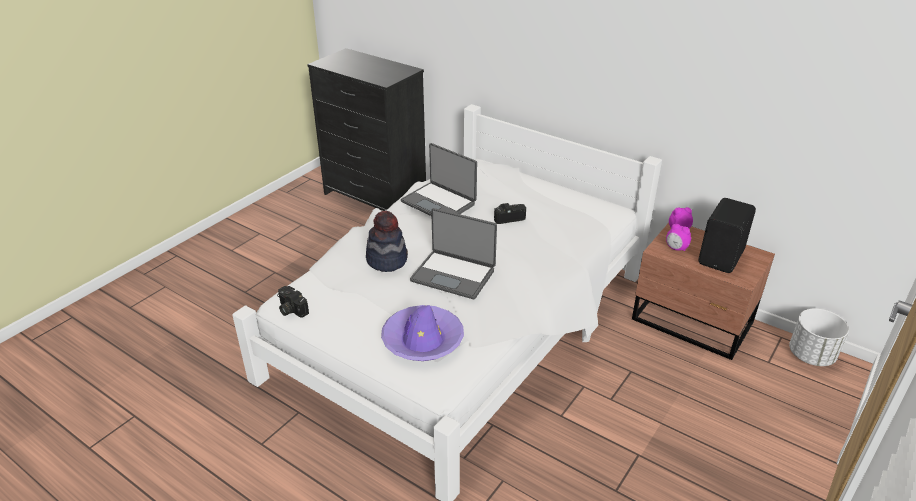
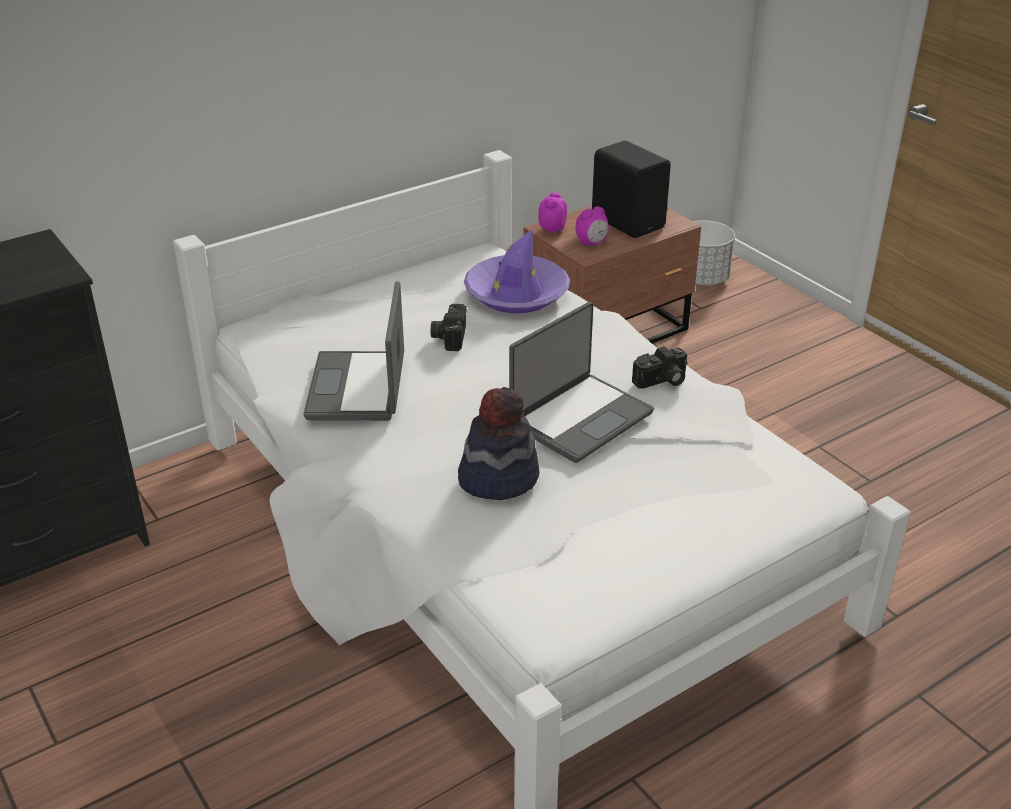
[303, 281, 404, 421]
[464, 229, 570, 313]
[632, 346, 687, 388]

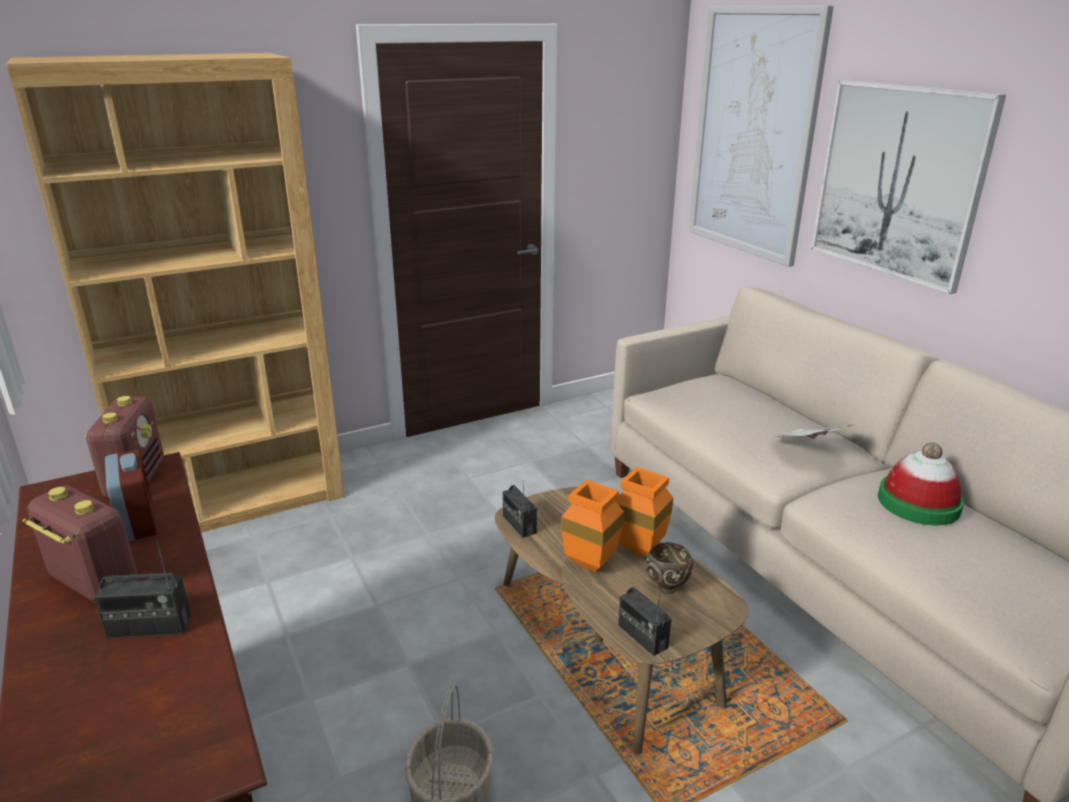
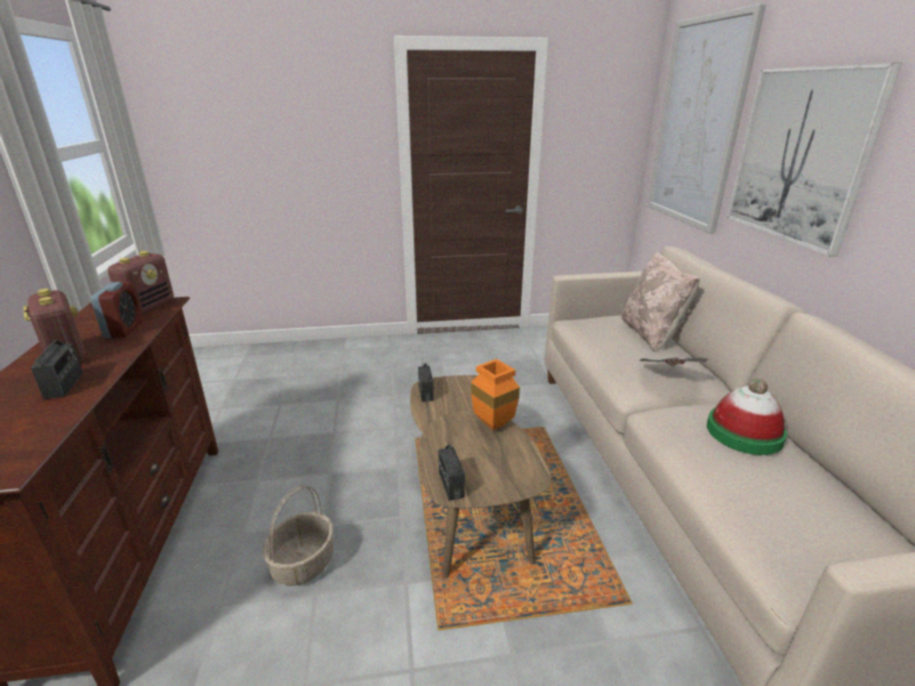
[31, 309, 83, 399]
[621, 252, 700, 352]
[6, 53, 345, 532] (first image)
[561, 480, 624, 572] (first image)
[645, 542, 693, 594] (first image)

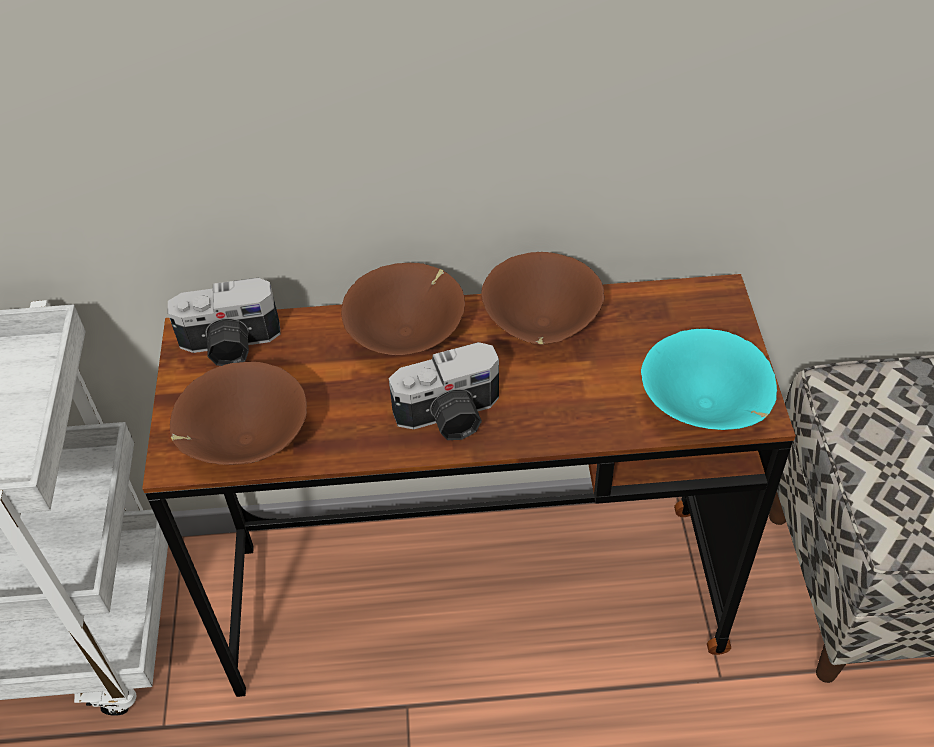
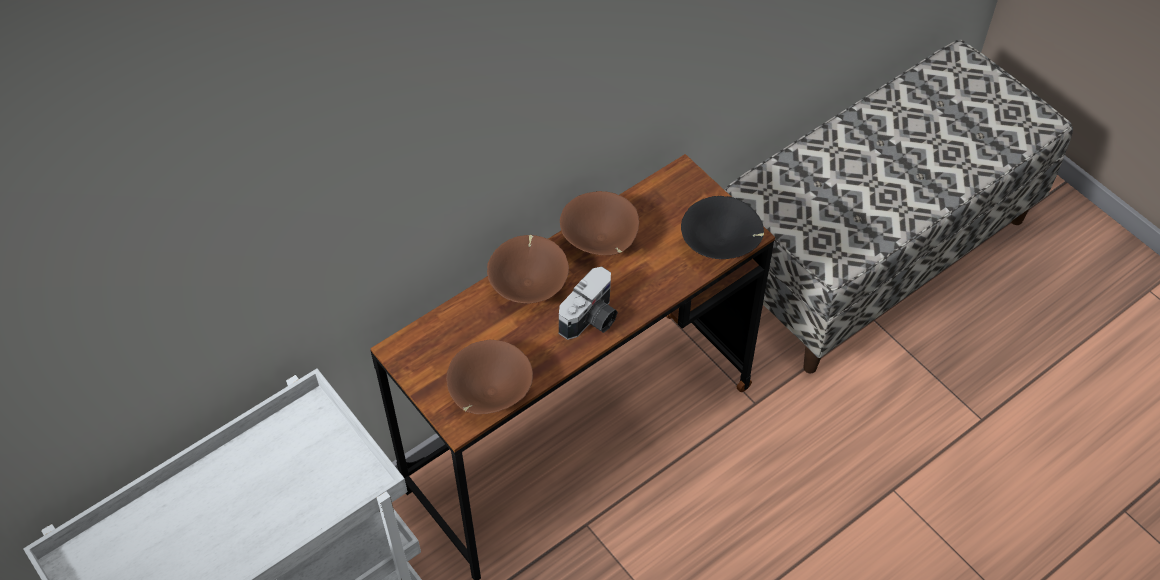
[681, 196, 764, 259]
[168, 278, 281, 366] (first image)

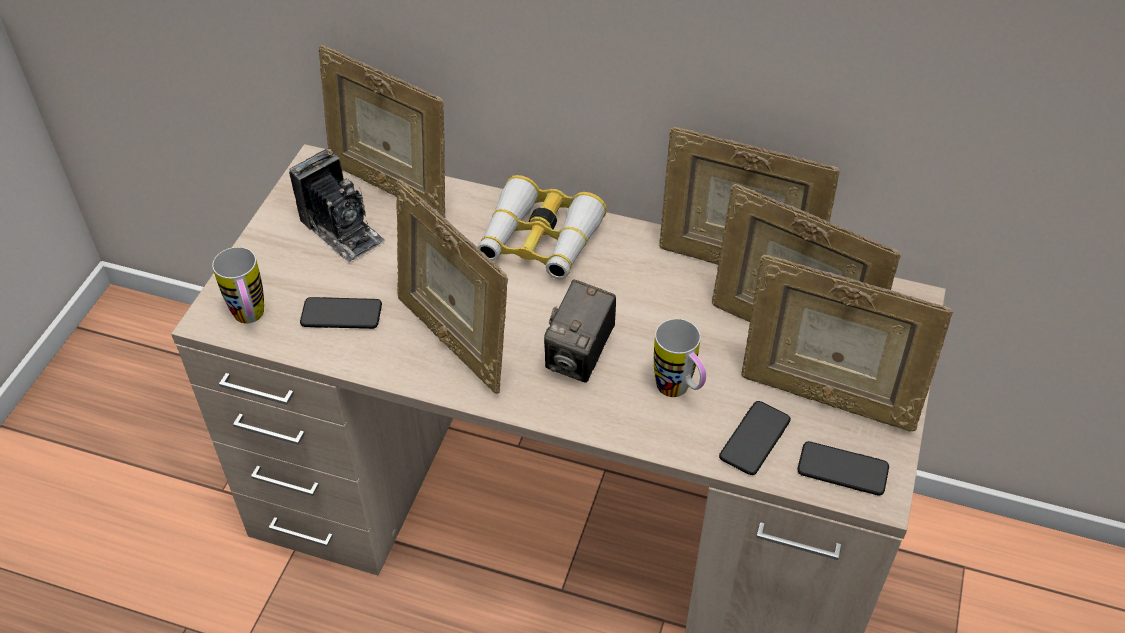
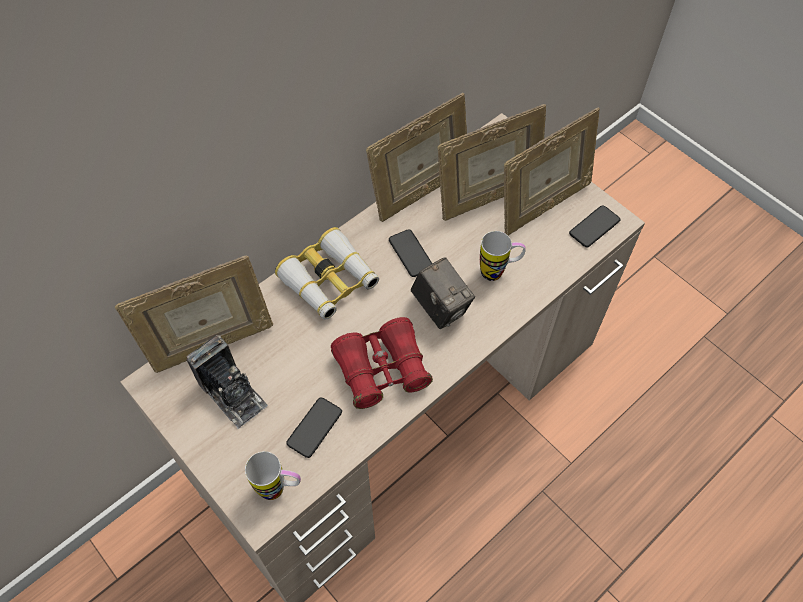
[186, 335, 268, 429]
[331, 317, 433, 409]
[389, 229, 433, 277]

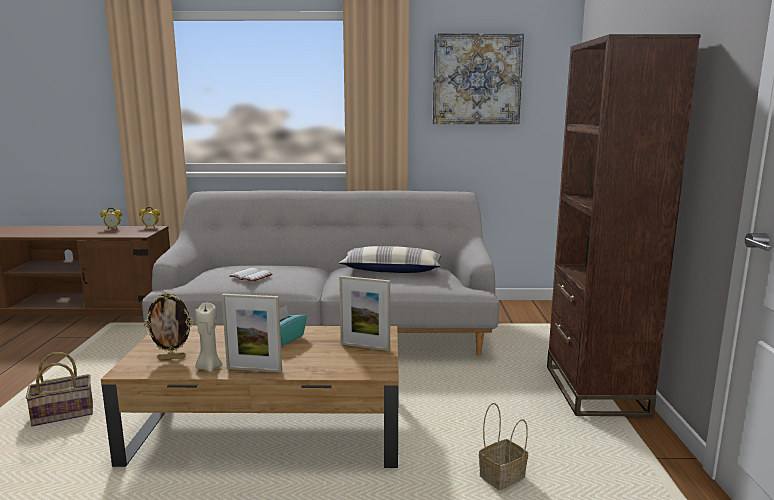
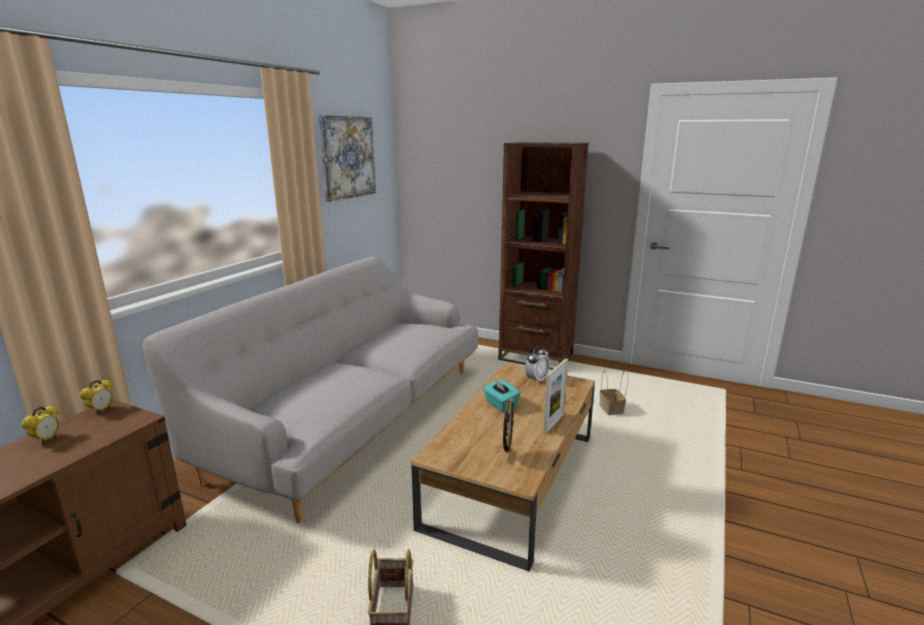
[525, 345, 550, 383]
[195, 303, 222, 372] (first image)
[229, 268, 273, 282] (first image)
[339, 246, 442, 273] (first image)

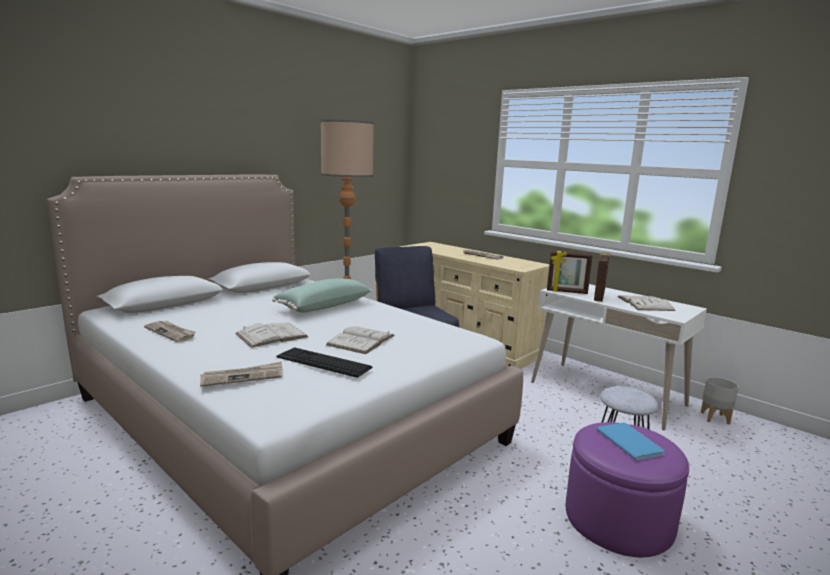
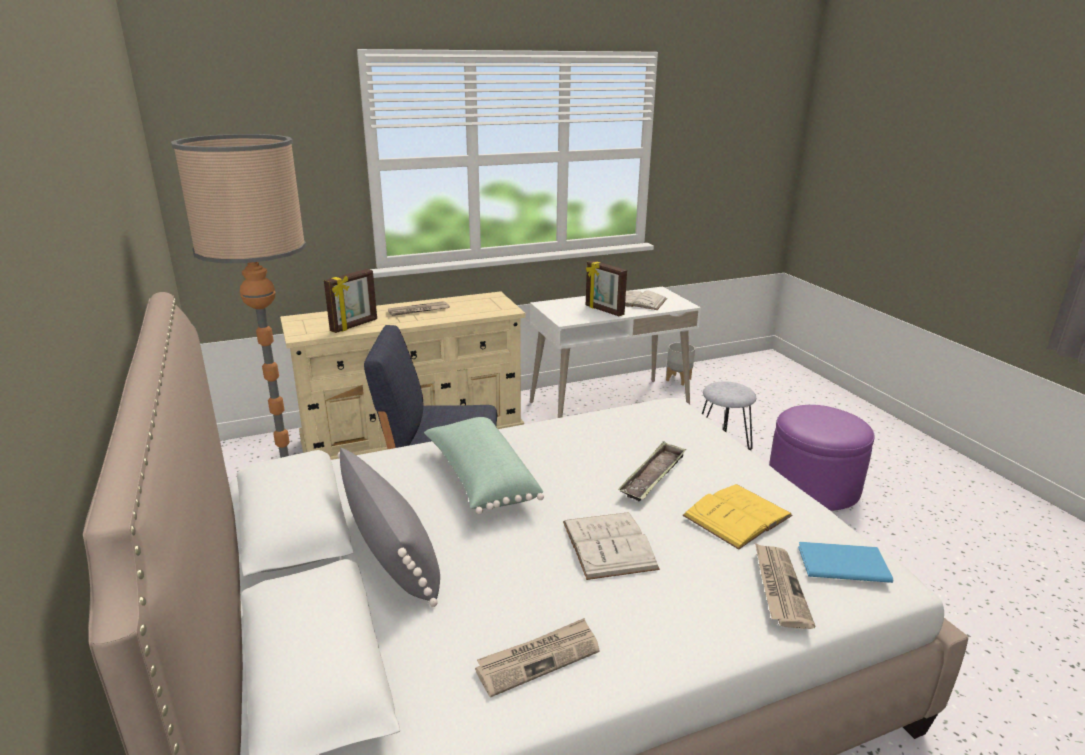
[324, 269, 377, 333]
[337, 448, 440, 607]
[618, 441, 686, 501]
[682, 484, 793, 550]
[798, 542, 893, 583]

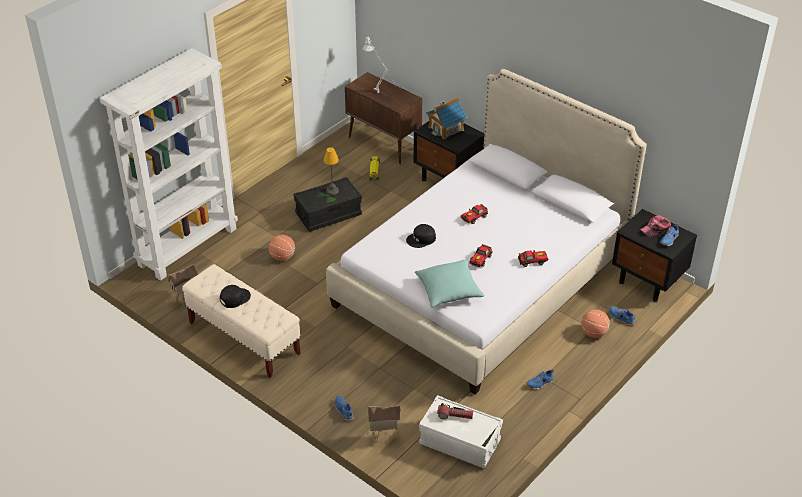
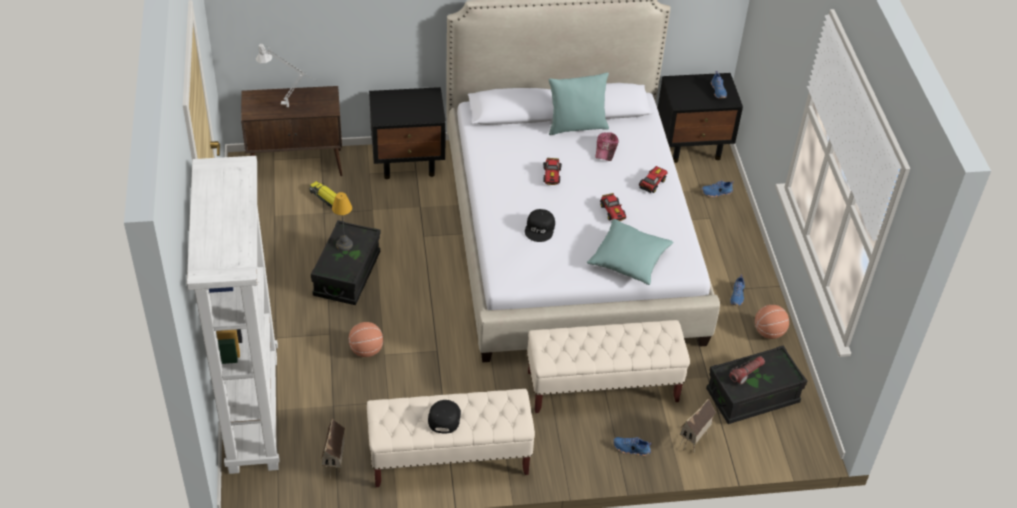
[527, 320, 690, 413]
[549, 72, 609, 135]
[595, 132, 619, 161]
[706, 345, 807, 424]
[755, 305, 789, 339]
[426, 98, 467, 139] (first image)

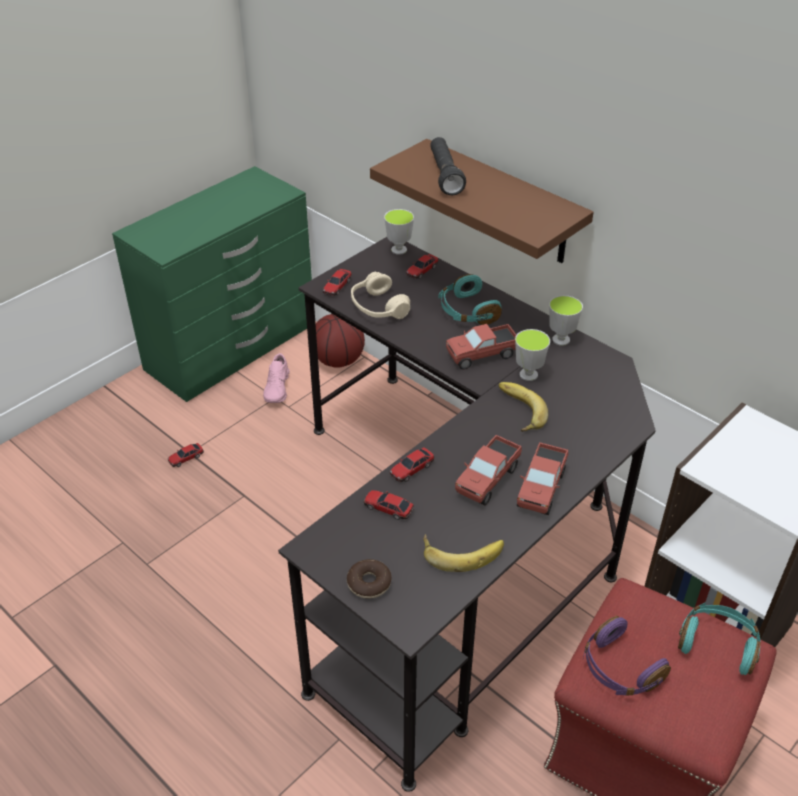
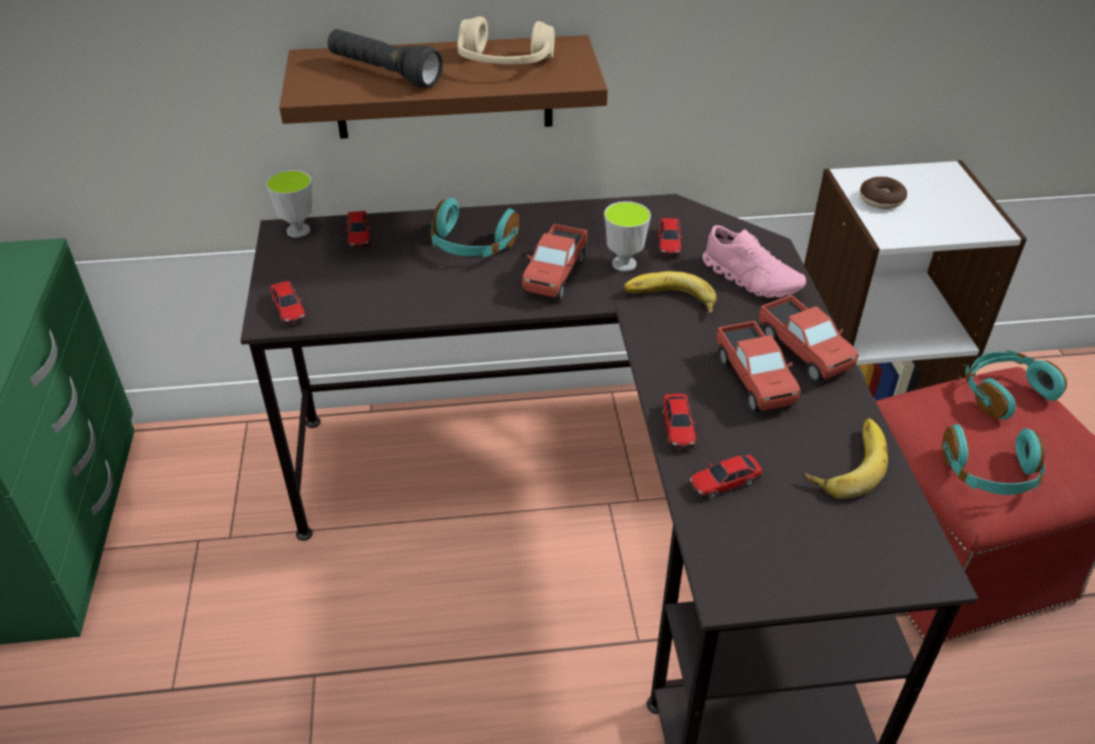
[458, 16, 555, 65]
[658, 218, 683, 256]
[703, 225, 806, 298]
[860, 177, 907, 209]
[942, 424, 1045, 495]
[316, 314, 365, 368] (first image)
[549, 295, 583, 346] (first image)

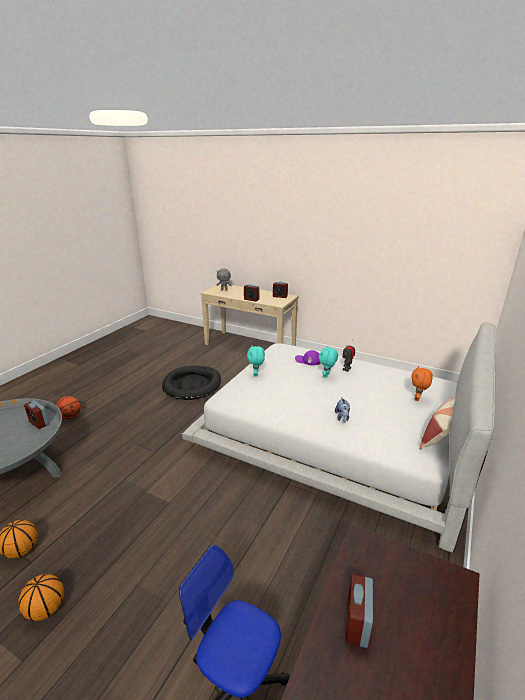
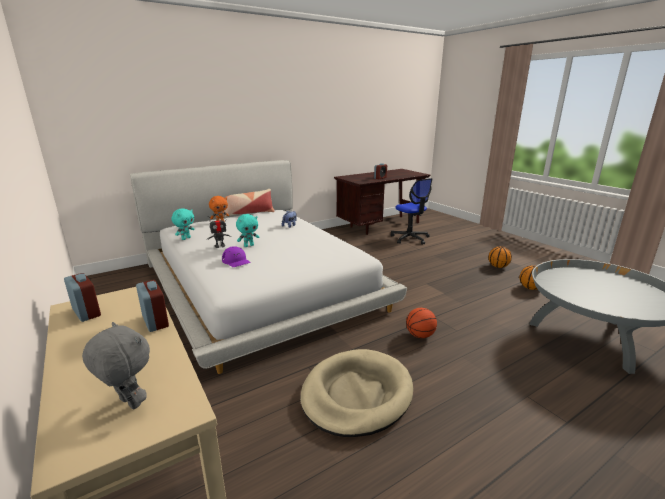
[172, 208, 195, 240]
[300, 349, 413, 437]
[406, 308, 437, 338]
[24, 400, 49, 429] (first image)

